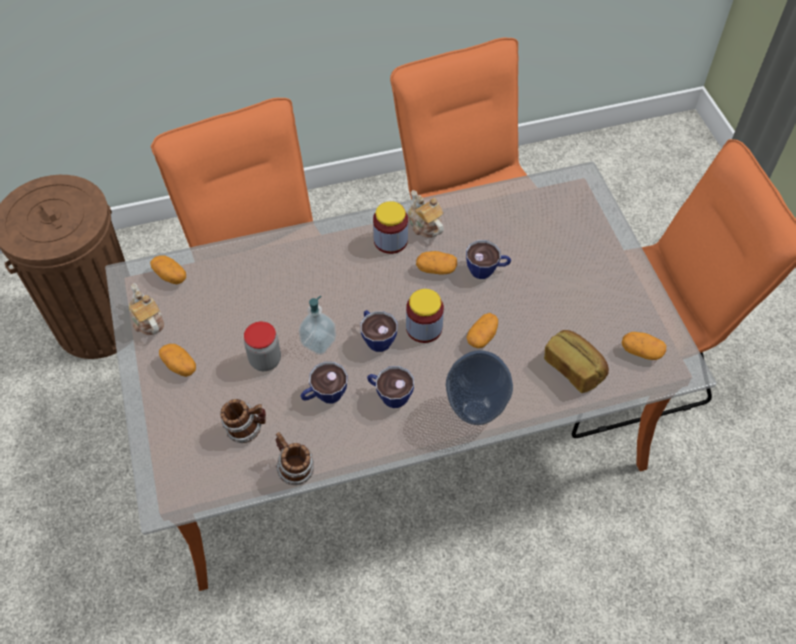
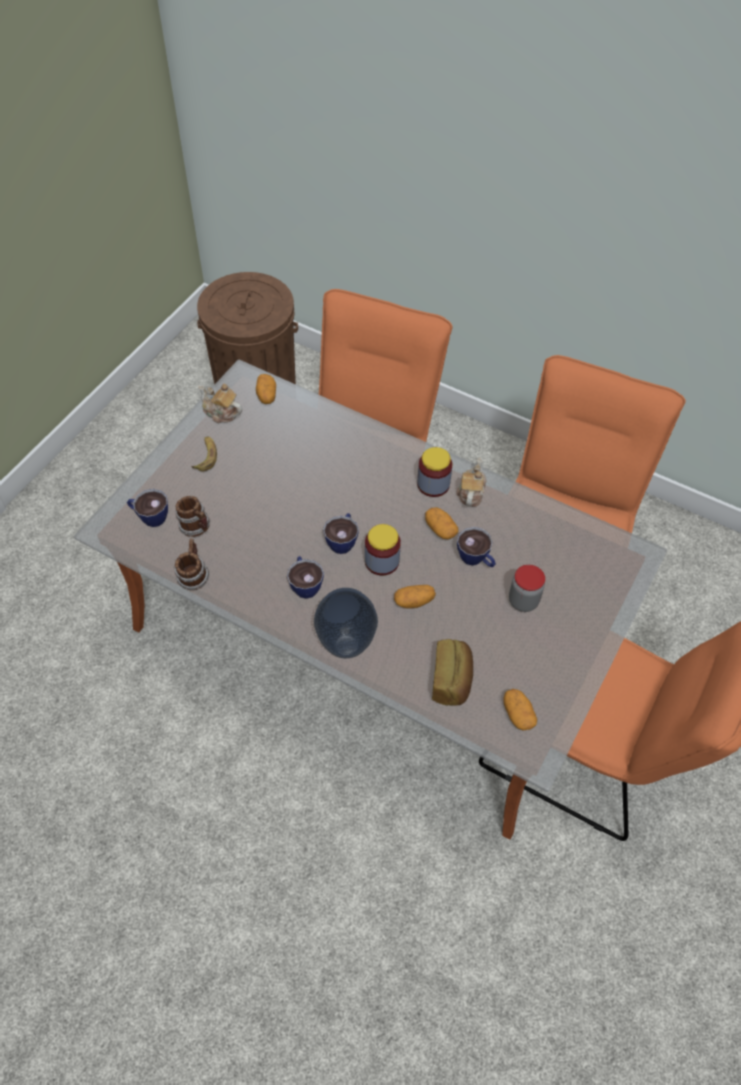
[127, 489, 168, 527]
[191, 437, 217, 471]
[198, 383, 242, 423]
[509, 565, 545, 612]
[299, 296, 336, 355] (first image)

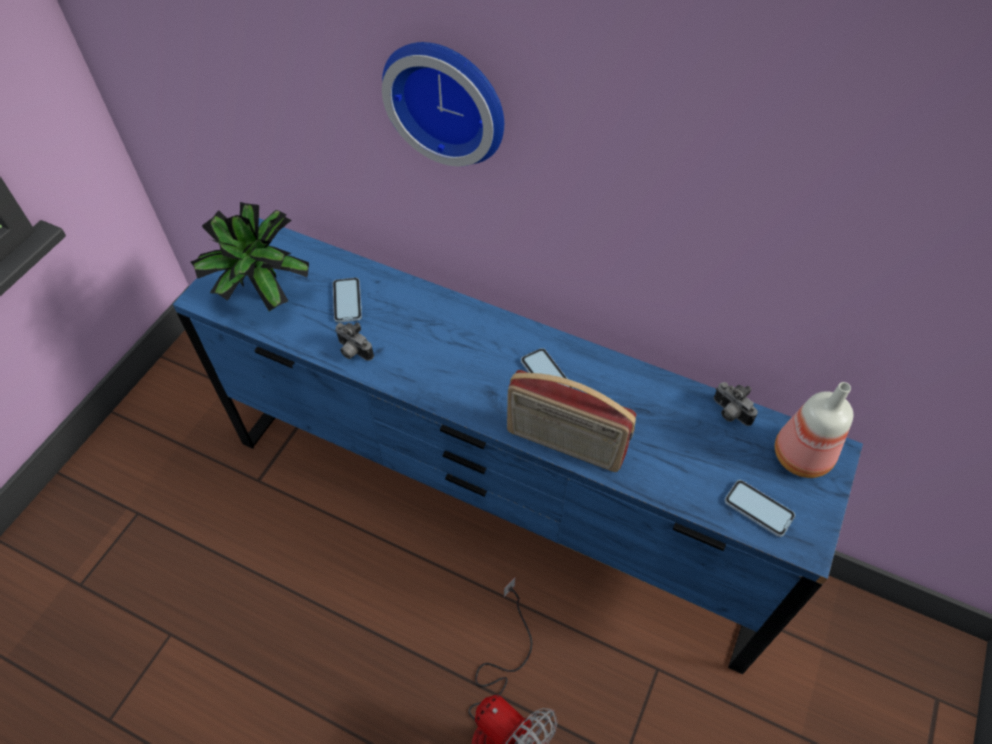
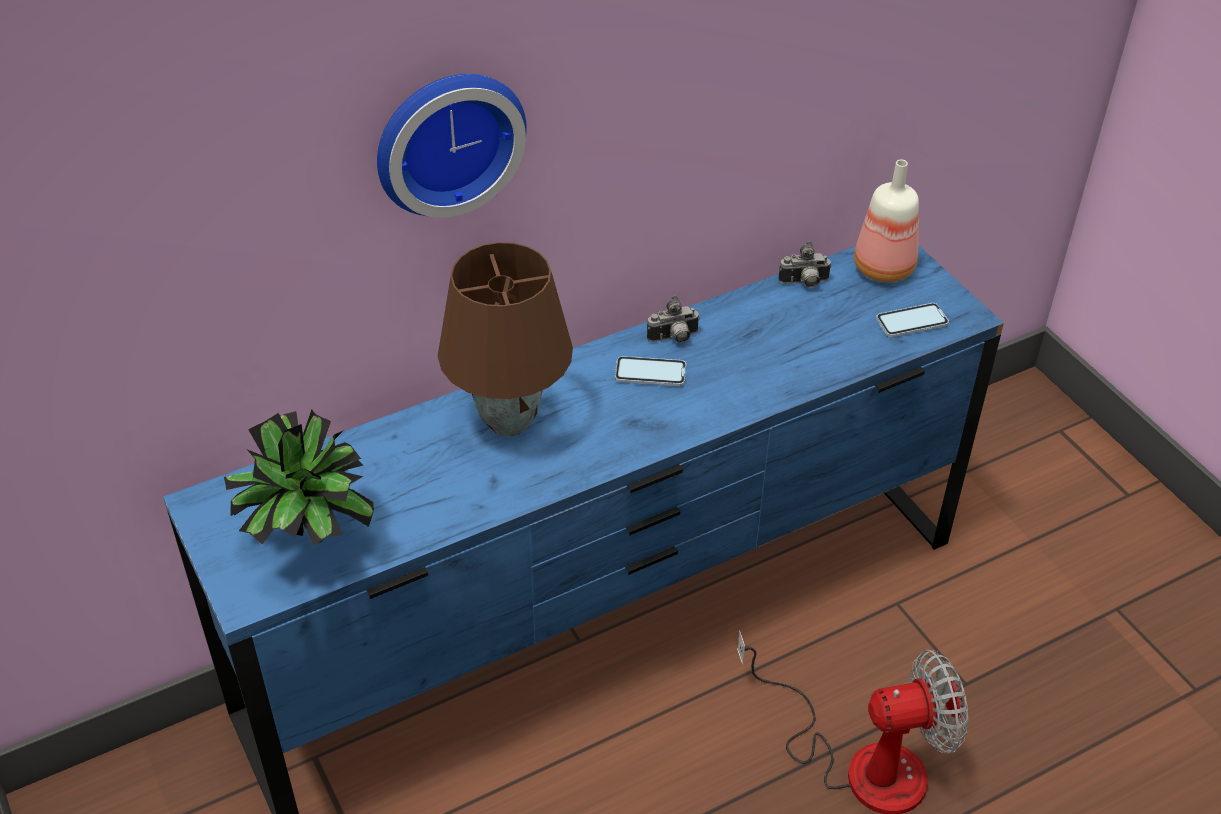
[438, 242, 573, 437]
[647, 295, 700, 343]
[333, 278, 362, 323] (first image)
[507, 370, 636, 472] (first image)

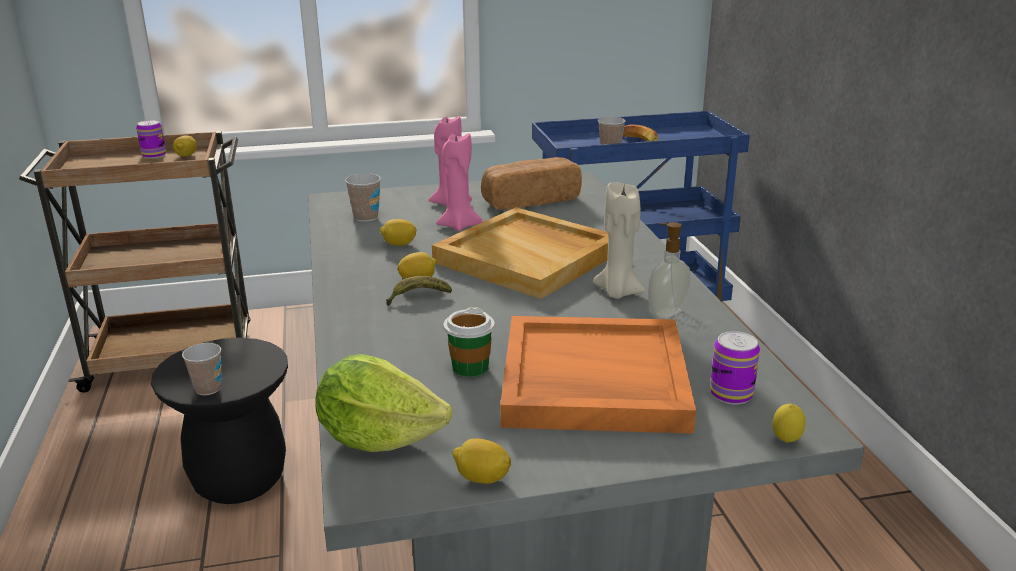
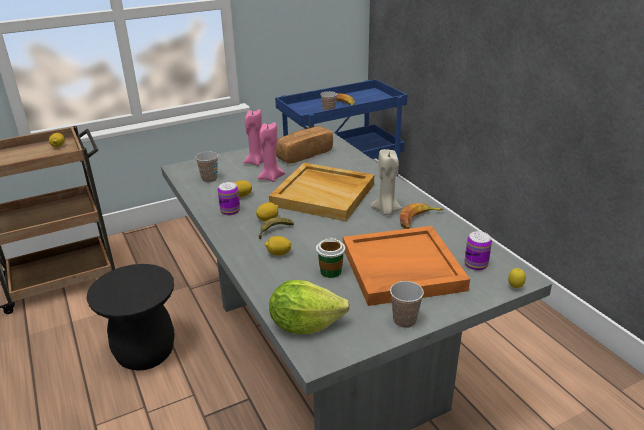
[218, 182, 240, 216]
[265, 236, 292, 255]
[390, 281, 424, 328]
[400, 203, 444, 229]

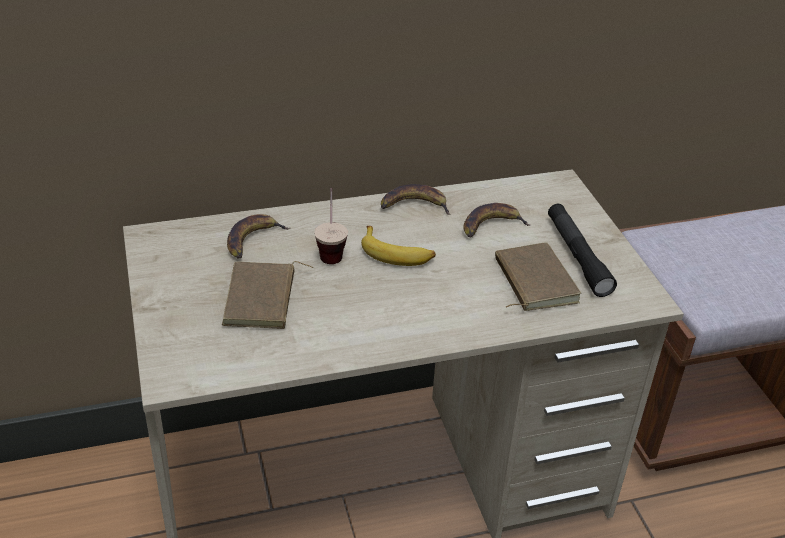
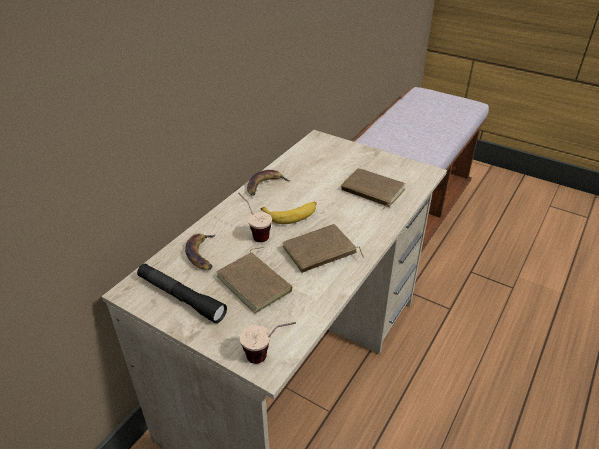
[137, 264, 227, 323]
[239, 322, 296, 364]
[282, 224, 364, 273]
[463, 203, 530, 237] (first image)

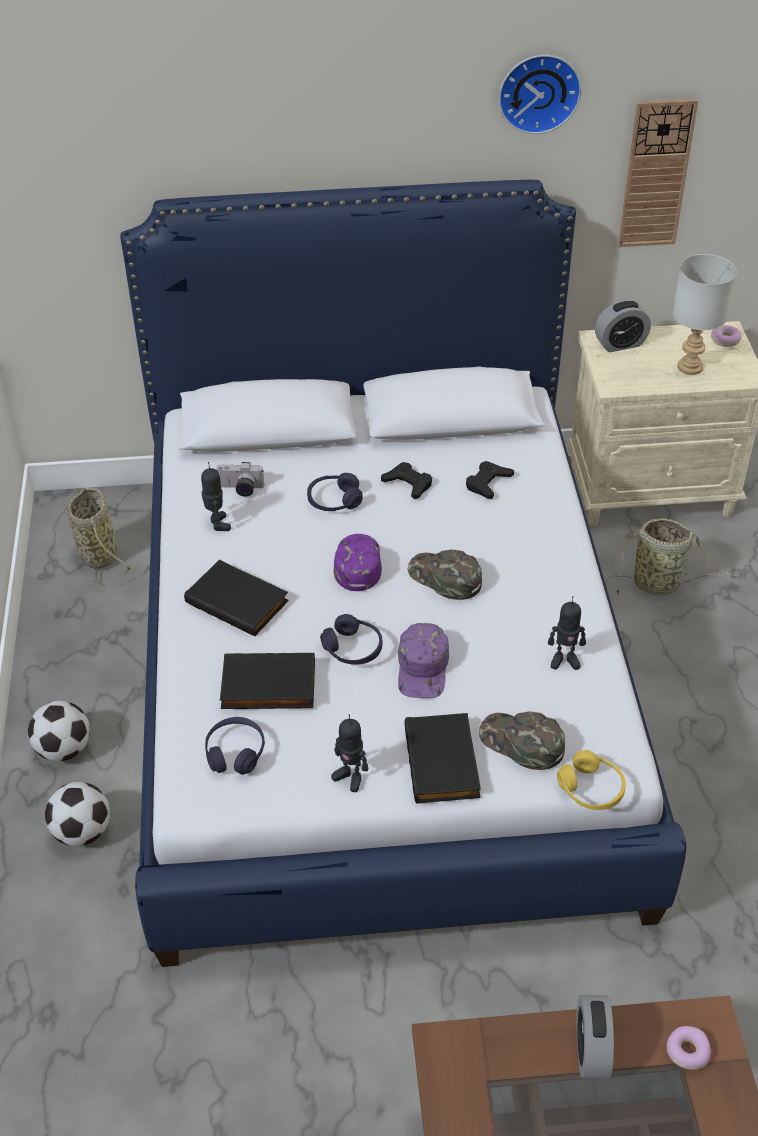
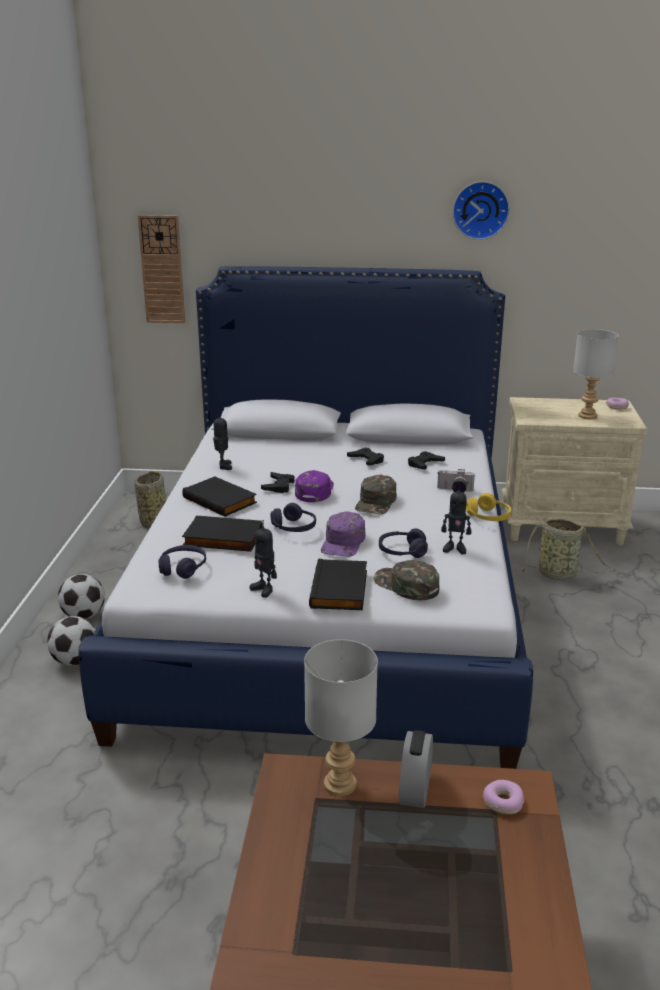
[138, 215, 185, 323]
[261, 472, 295, 493]
[304, 639, 378, 796]
[355, 474, 397, 514]
[379, 528, 428, 558]
[437, 469, 475, 493]
[466, 493, 511, 521]
[595, 300, 651, 352] (first image)

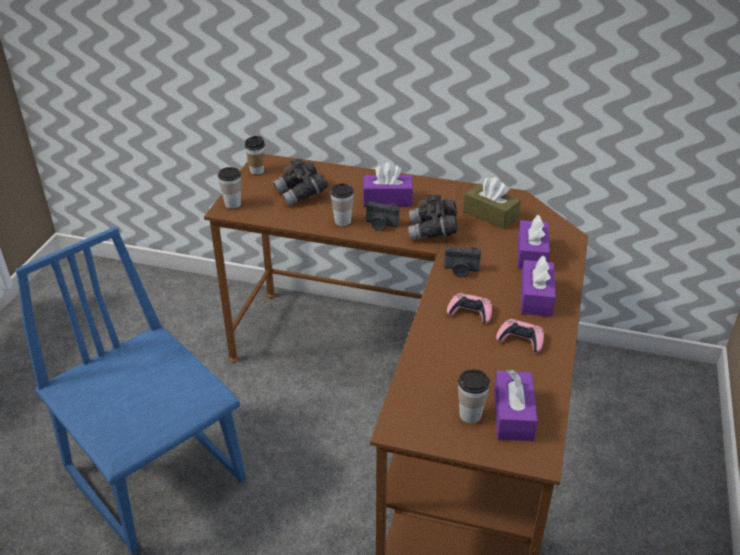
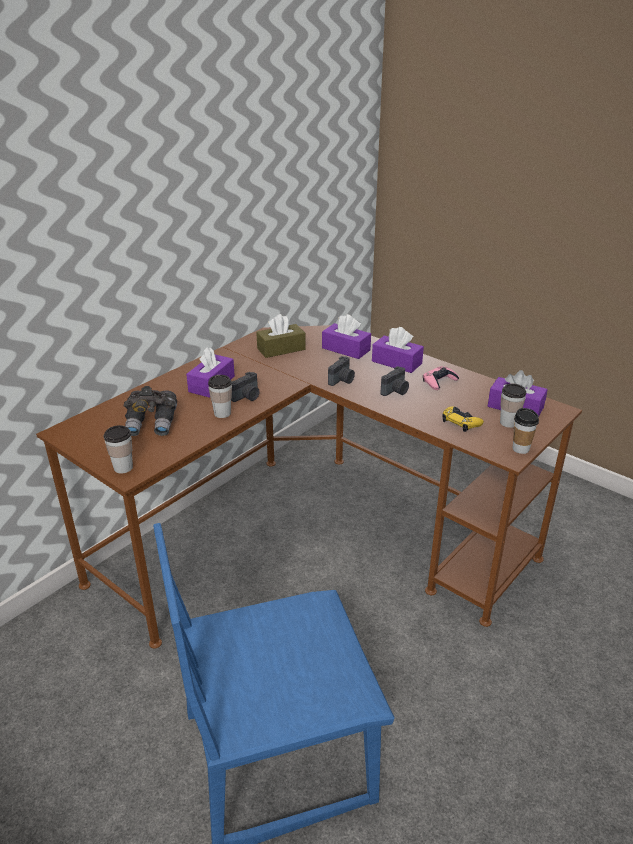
[381, 366, 409, 396]
[442, 406, 484, 432]
[513, 408, 539, 454]
[408, 194, 458, 240] (first image)

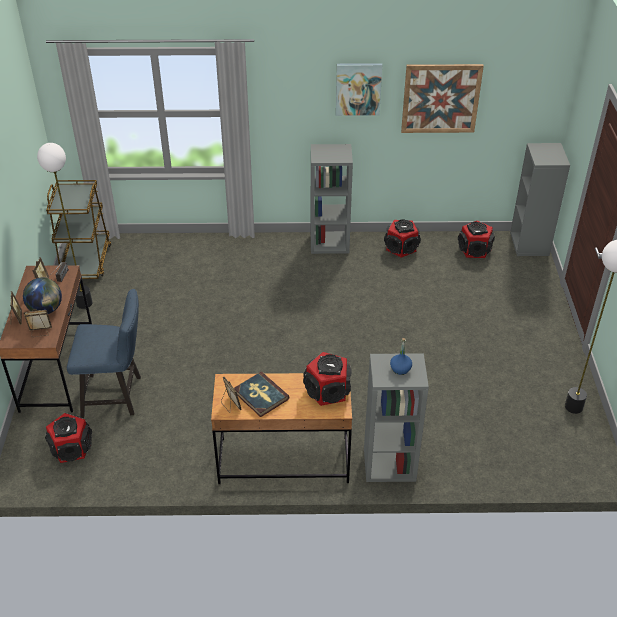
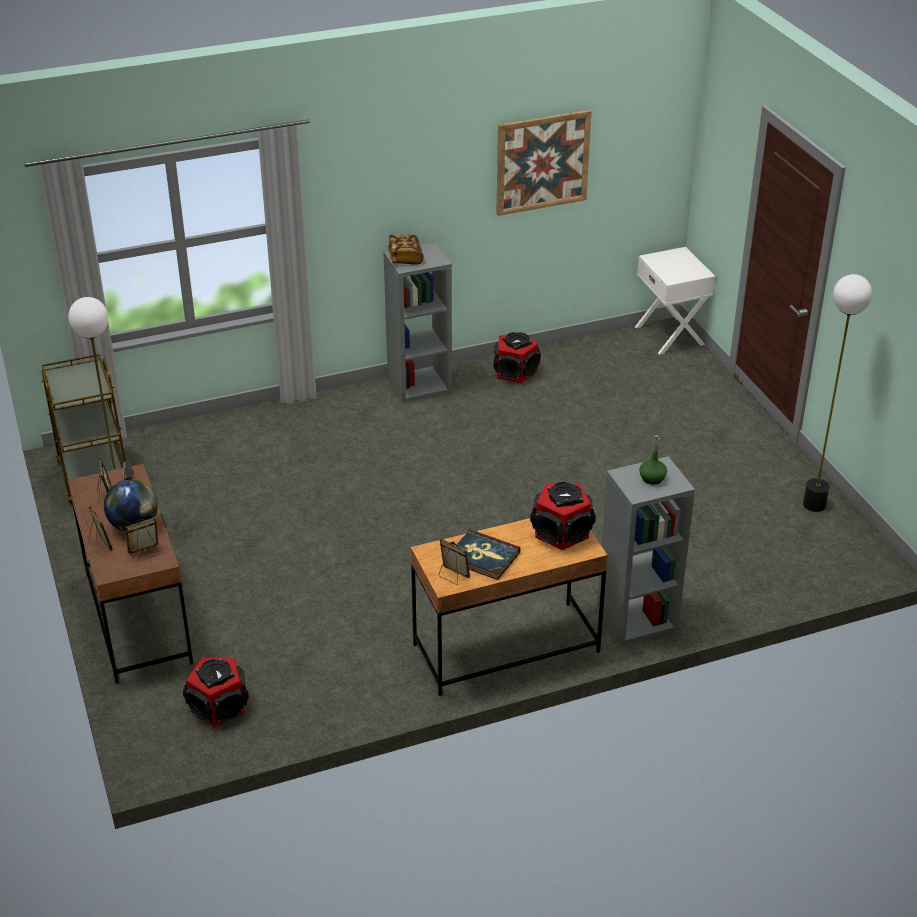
[388, 235, 423, 265]
[635, 247, 715, 355]
[639, 435, 667, 485]
[67, 289, 141, 418] (first image)
[336, 63, 382, 116] (first image)
[458, 221, 495, 258] (first image)

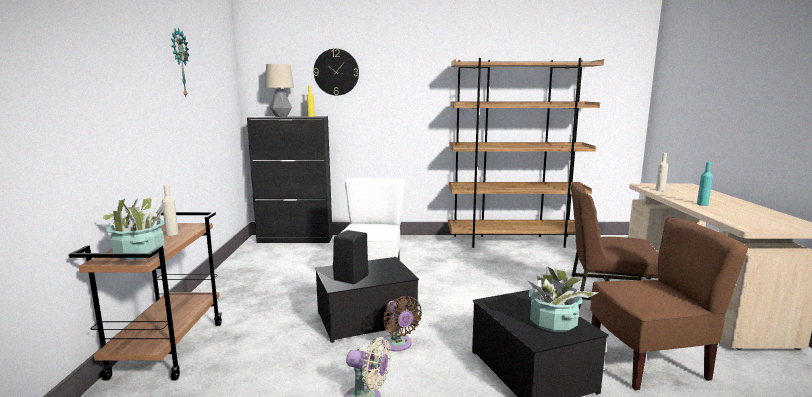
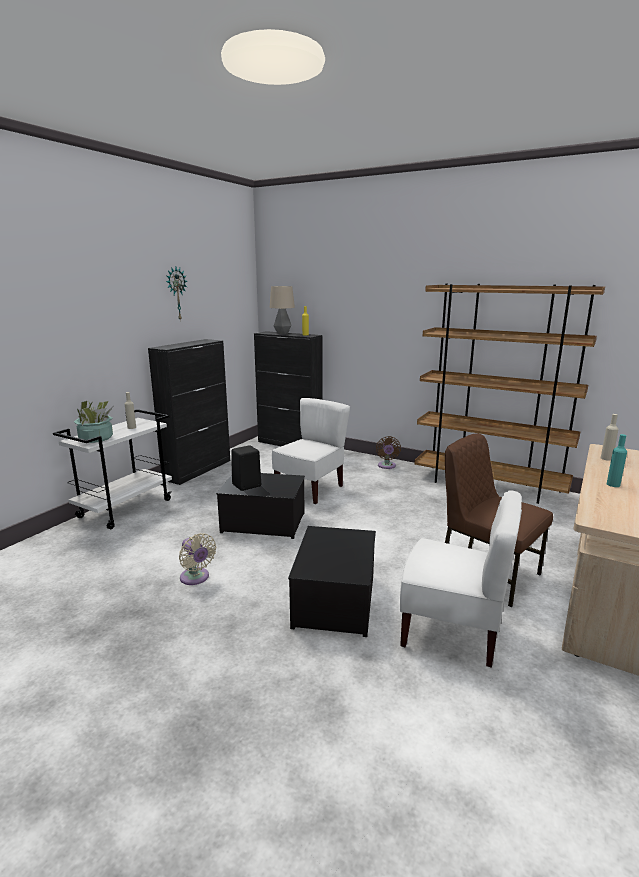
[53, 409, 172, 529]
[148, 339, 230, 485]
[376, 436, 401, 469]
[400, 490, 522, 668]
[314, 49, 359, 95] (first image)
[527, 266, 599, 332] (first image)

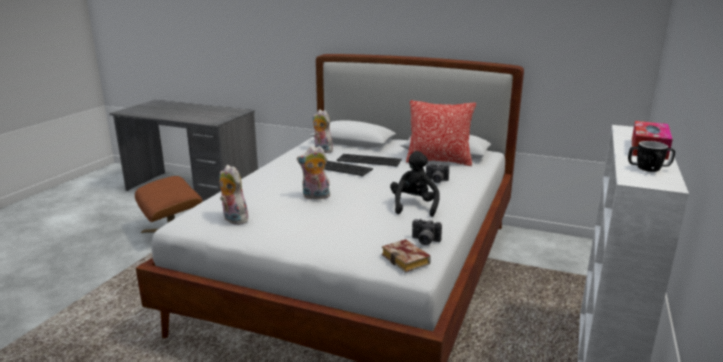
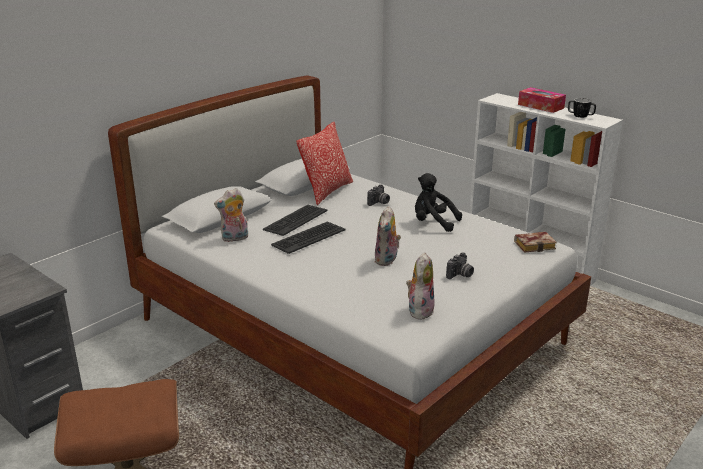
[406, 252, 434, 320]
[446, 252, 474, 279]

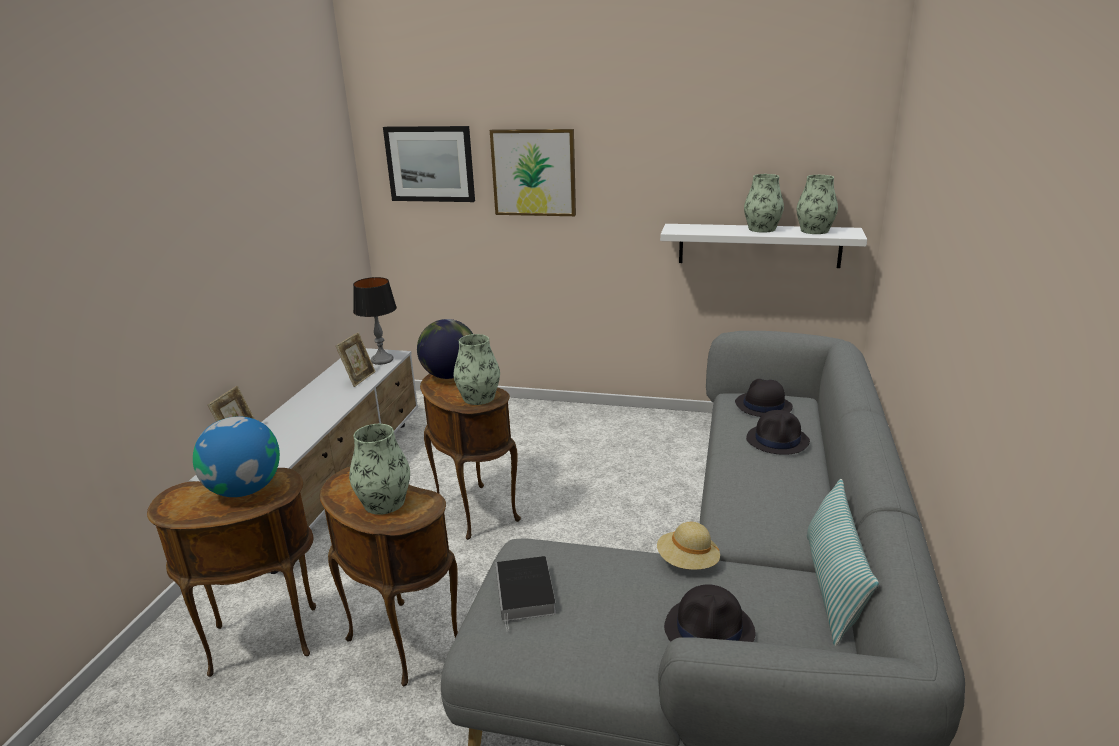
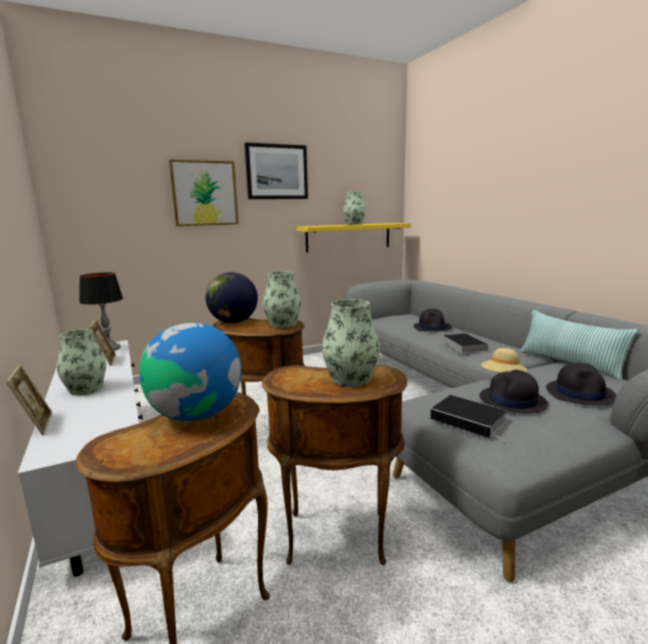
[57, 329, 106, 395]
[244, 142, 308, 199]
[296, 223, 411, 252]
[443, 333, 488, 353]
[479, 370, 548, 414]

